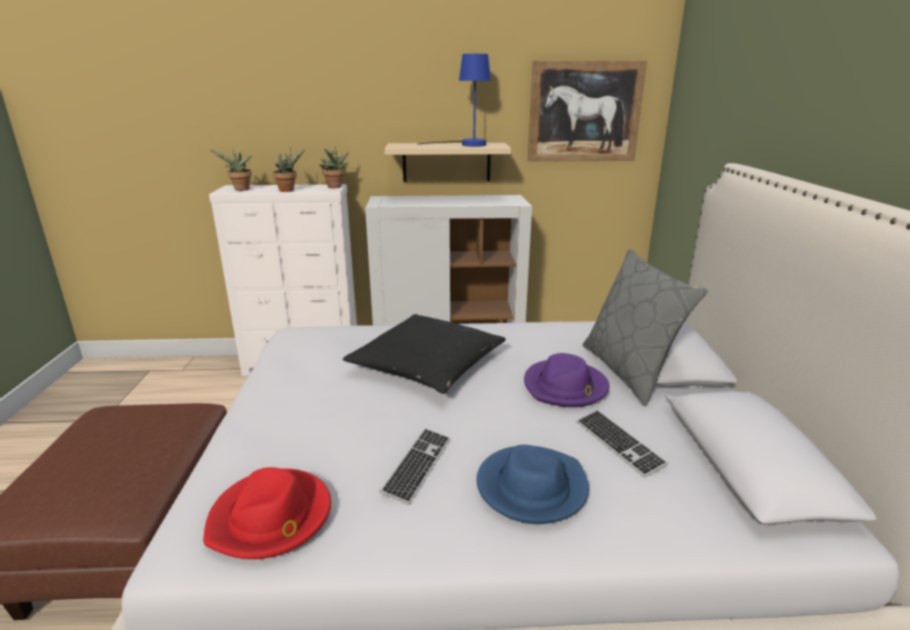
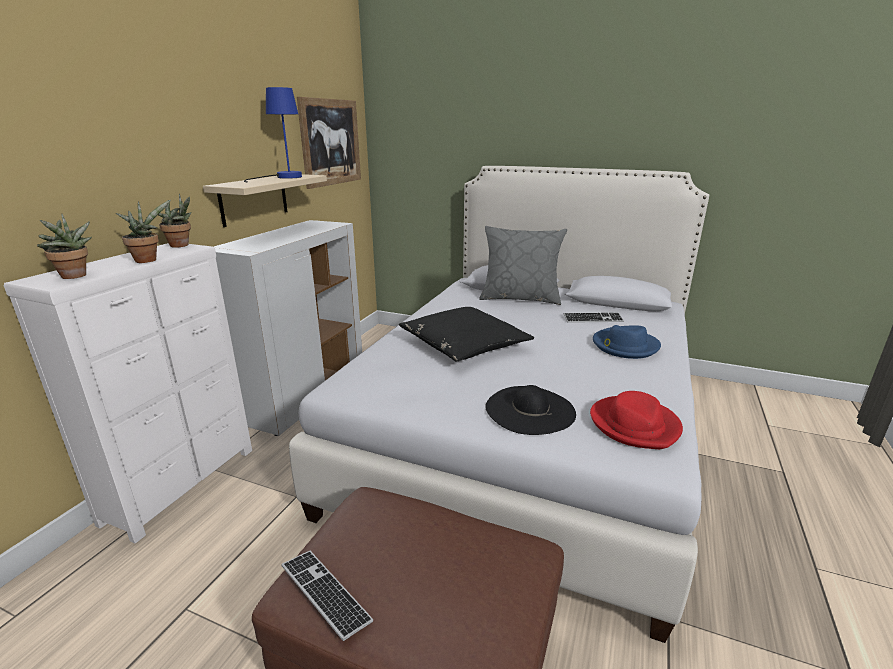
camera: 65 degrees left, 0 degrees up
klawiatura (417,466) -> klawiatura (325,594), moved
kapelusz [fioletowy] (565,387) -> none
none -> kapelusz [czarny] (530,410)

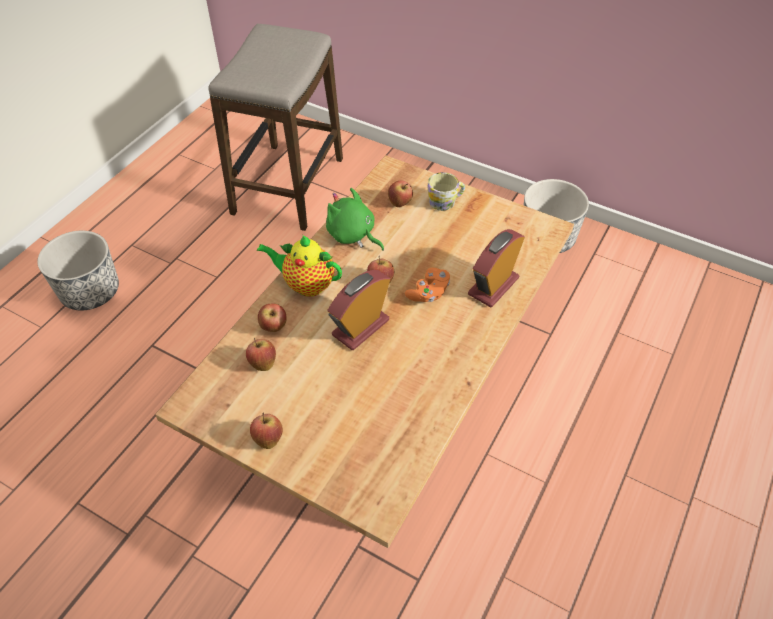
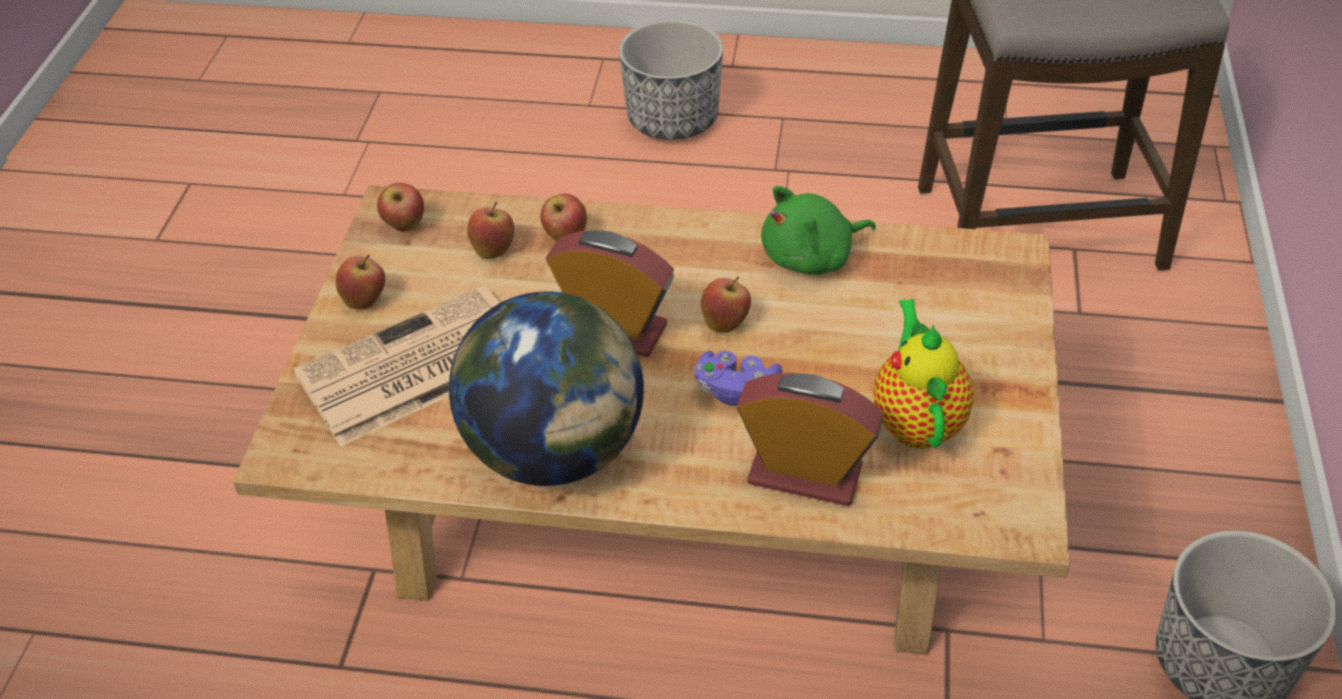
camera: 70 degrees right, 5 degrees down
imbryk (306,284) -> imbryk (917,420), moved
pluszak [zielony] (353,235) -> pluszak [zielony] (812,258), 135 degrees counterclockwise
jabłko (400,203) -> jabłko (405,226), moved
pad do gier [pomarańczowy] (428,293) -> pad do gier [fioletowy] (736,390)
kubek (445,201) -> none
none -> gazeta (413,368)
none -> globus (556,451)

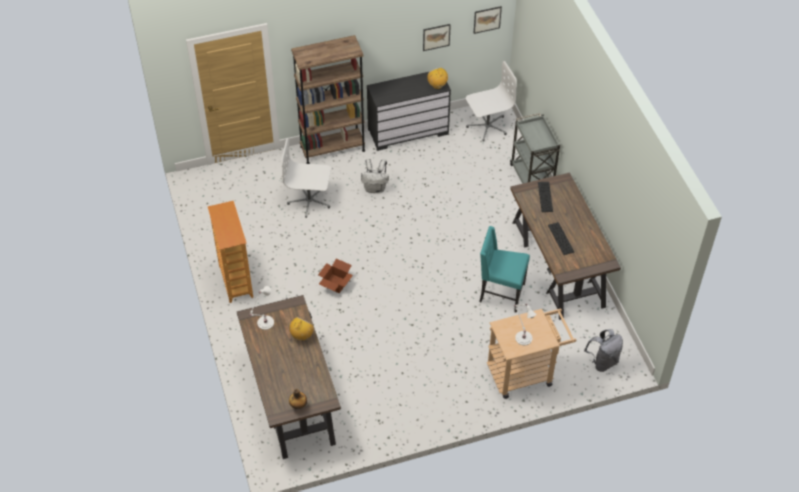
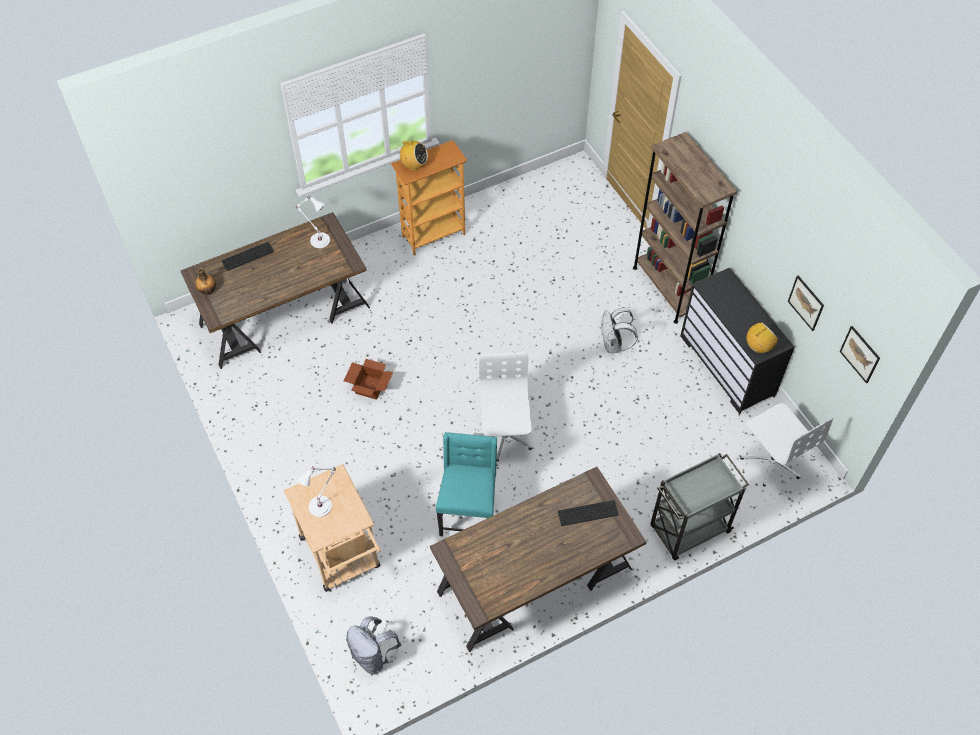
camera: 80 degrees right, 5 degrees up
krzesło biurowe [biały] (309,201) -> krzesło biurowe [biały] (504,435), moved
radio (302,336) -> radio (414,165), moved
karton (335,284) -> karton (369,386), moved
klawiatura (561,238) -> klawiatura (248,256), moved

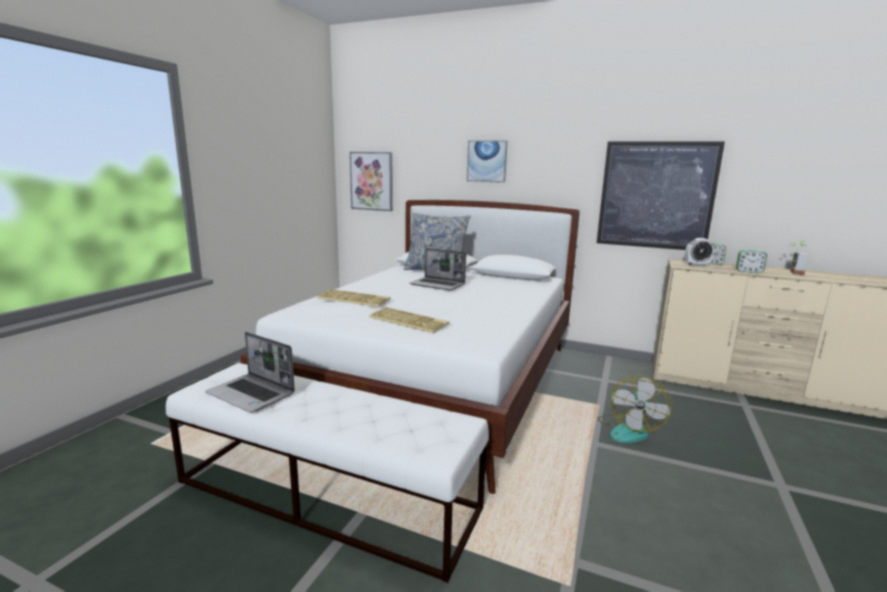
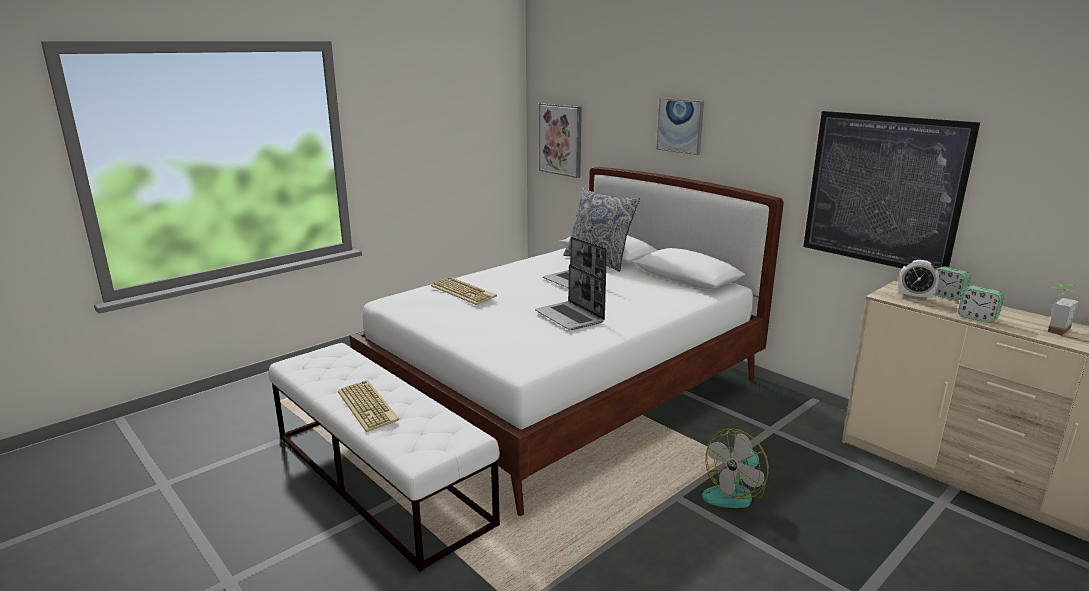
camera: 25 degrees right, 5 degrees up
laptop (252,394) -> laptop (570,317), moved
klawiatura (409,321) -> klawiatura (369,406), moved

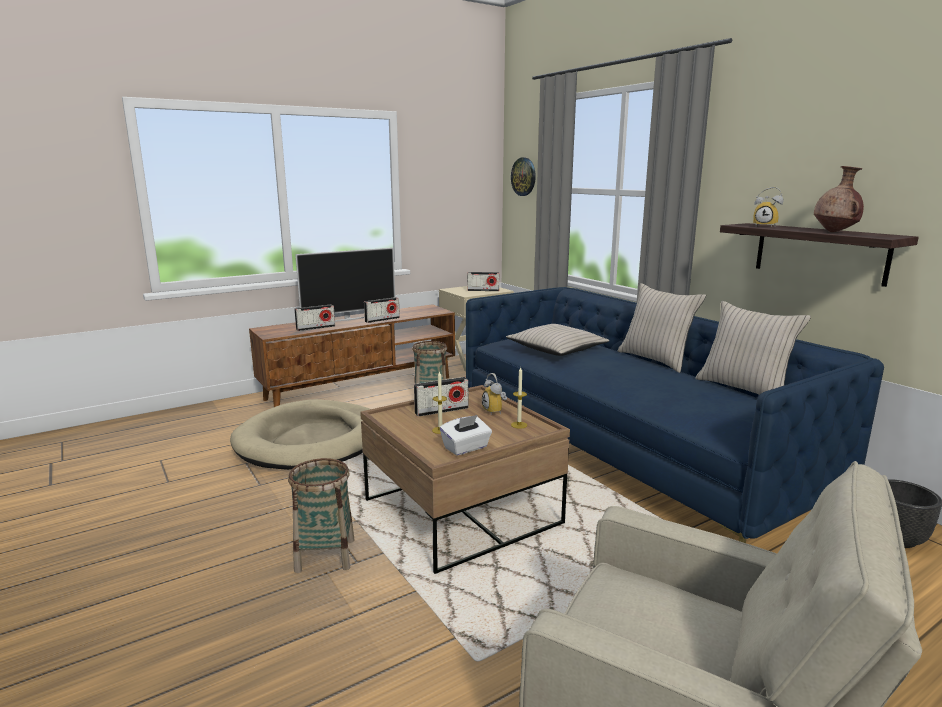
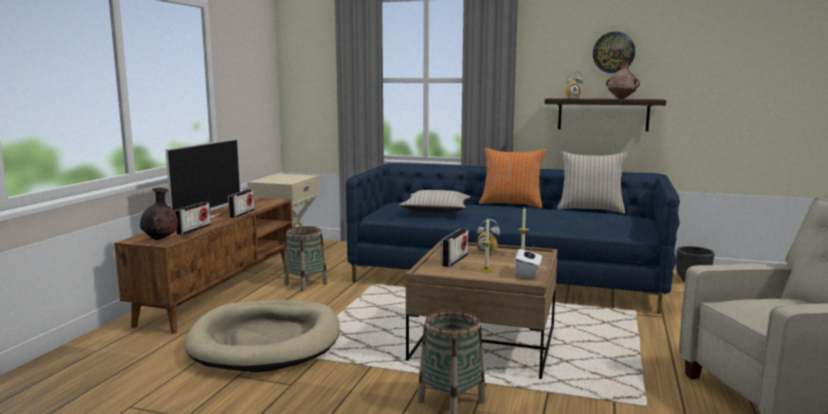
camera: 40 degrees left, 5 degrees down
radio (483,290) -> none
zegar ścienny (524,176) -> zegar ścienny (613,52), moved
poduszka [beżowy] (656,360) -> poduszka [pomarańczowy] (511,204)
none -> wazon [czarny] (160,239)

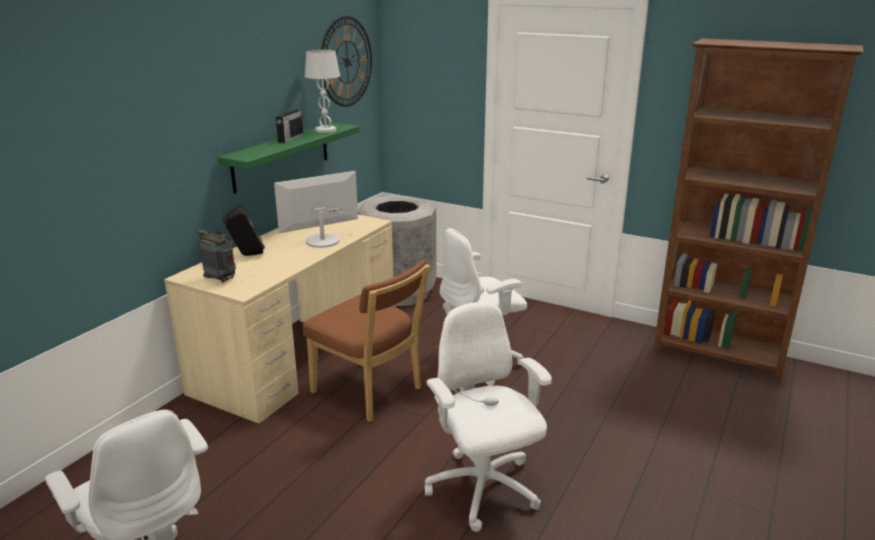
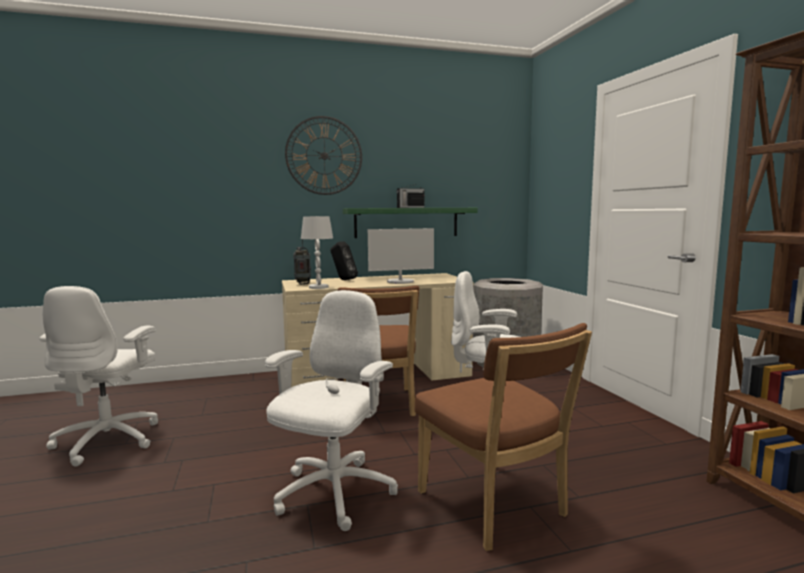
camera: 45 degrees right, 15 degrees down
monitor (322,241) -> monitor (400,281), 150 degrees clockwise
lampa stołowa [biały] (325,130) -> lampa stołowa [biały] (318,287), moved
zegar ścienny (346,62) -> zegar ścienny (324,155), moved
none -> krzesło [brązowy] (495,507)

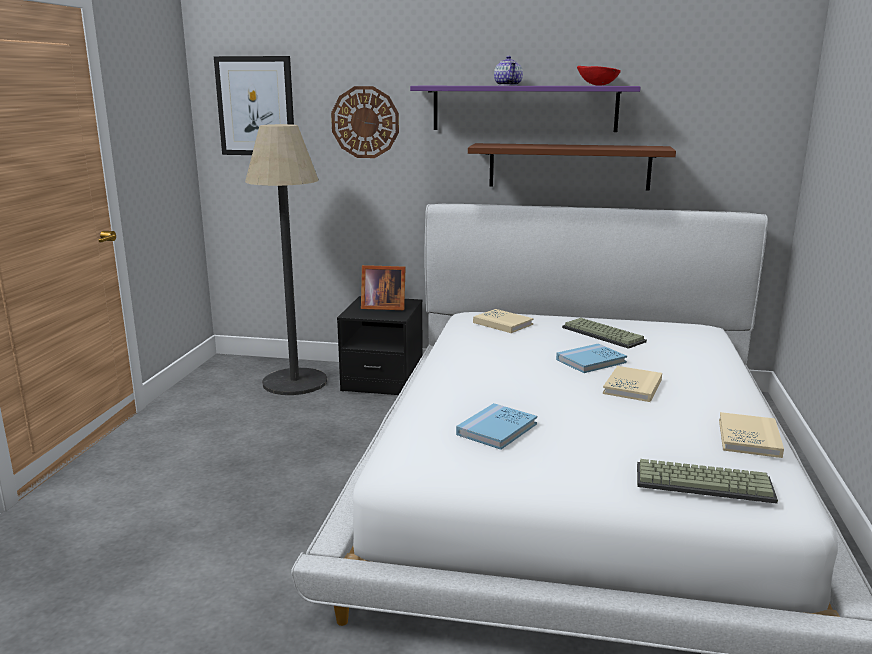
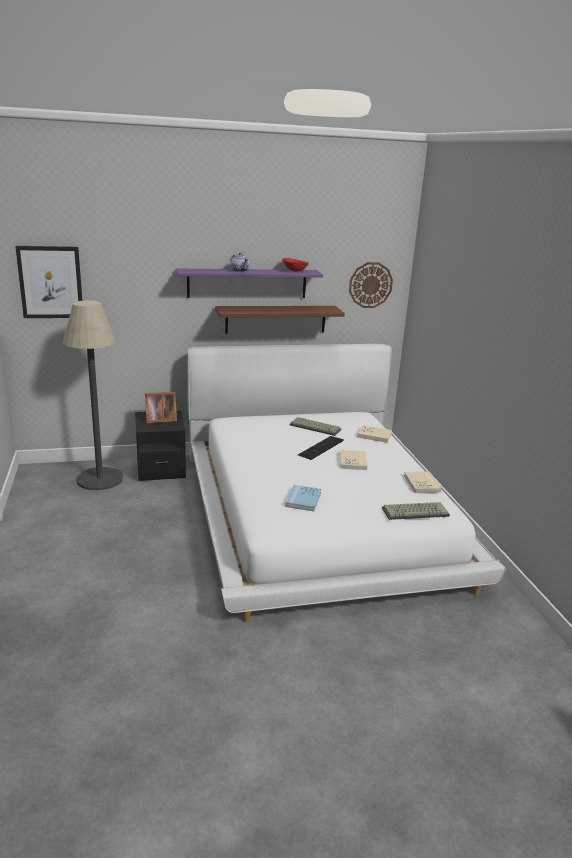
camera: 25 degrees left, 5 degrees up
zegar ścienny (365,122) -> zegar ścienny (370,285), moved
książka [beżowy] (503,323) -> książka [beżowy] (374,435), moved
książka [niebieski] (591,361) -> klawiatura (321,447)

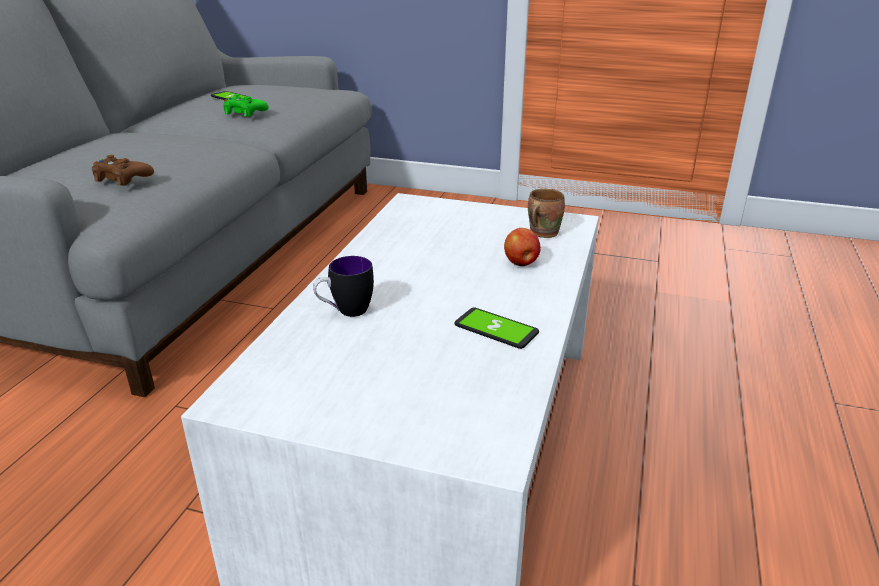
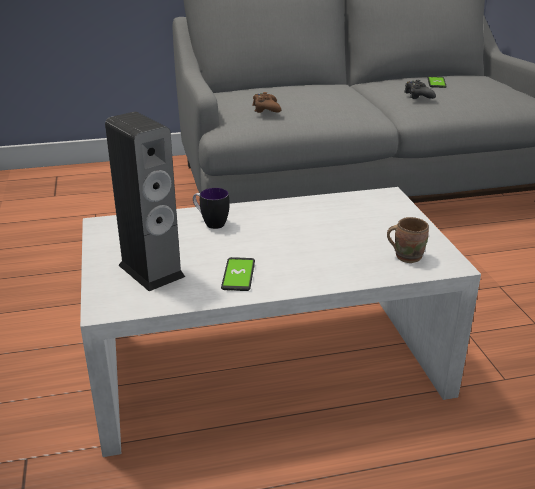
camera: 60 degrees right, 0 degrees up
pad do gier [zielony] (244,112) -> pad do gier [czarny] (418,95)
jabłko (521,263) -> none
none -> głośnik (151,271)

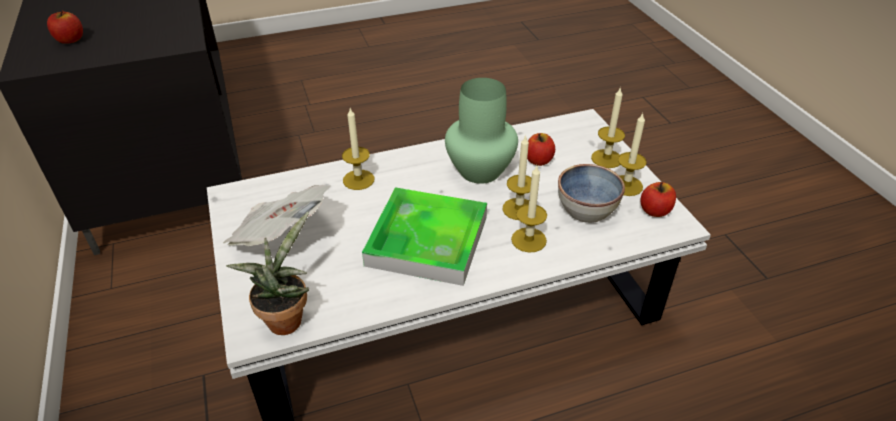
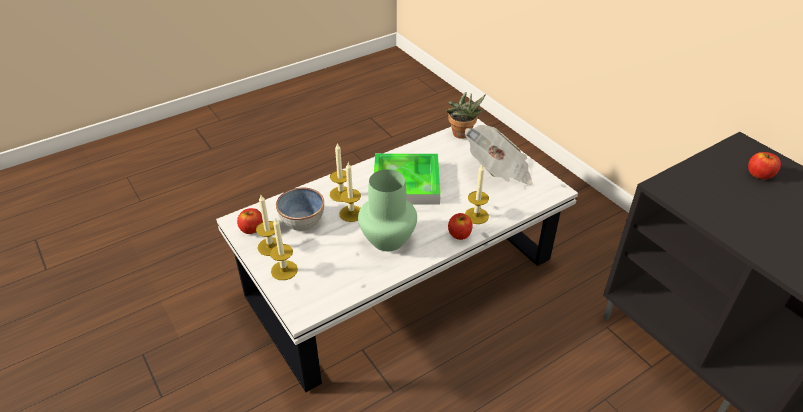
camera: 165 degrees right, 0 degrees up
jabłko (539,160) -> jabłko (459,234), moved

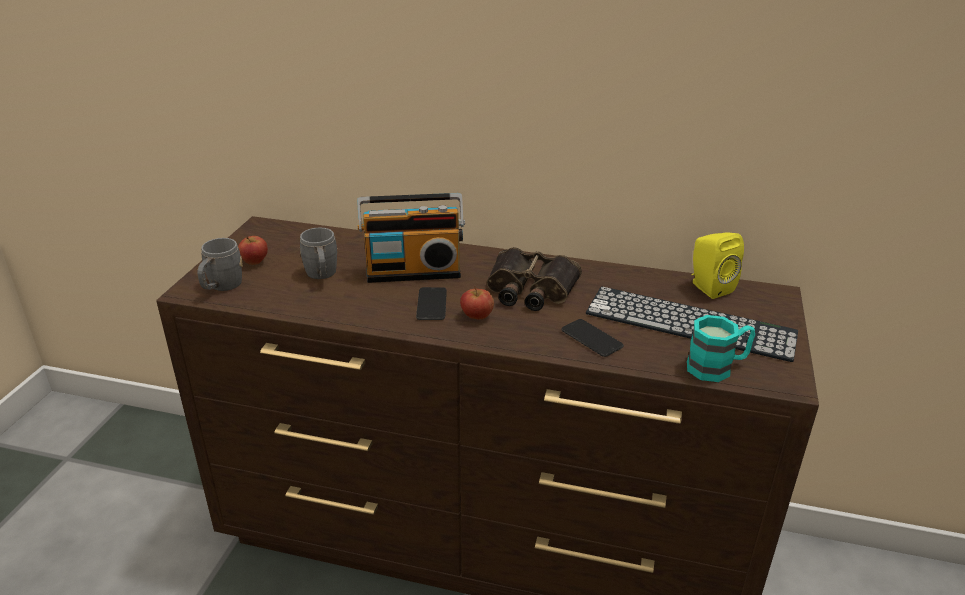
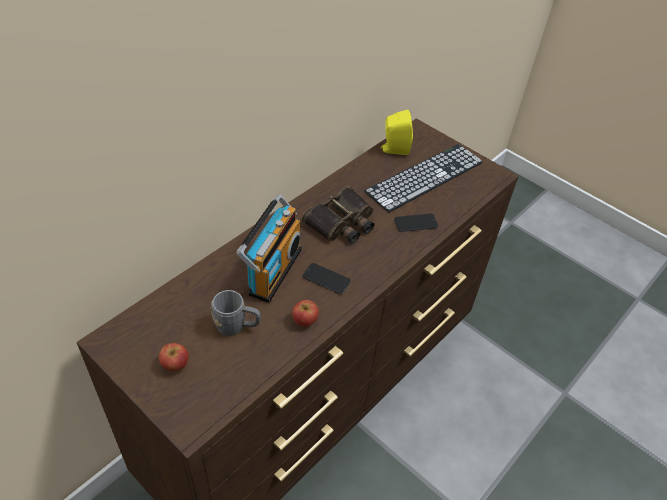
camera: 65 degrees left, 15 degrees up
kubek [szary] (221,287) -> none
jabłko (477,316) -> jabłko (305,321), moved
kubek [turkusowy] (717,367) -> none

